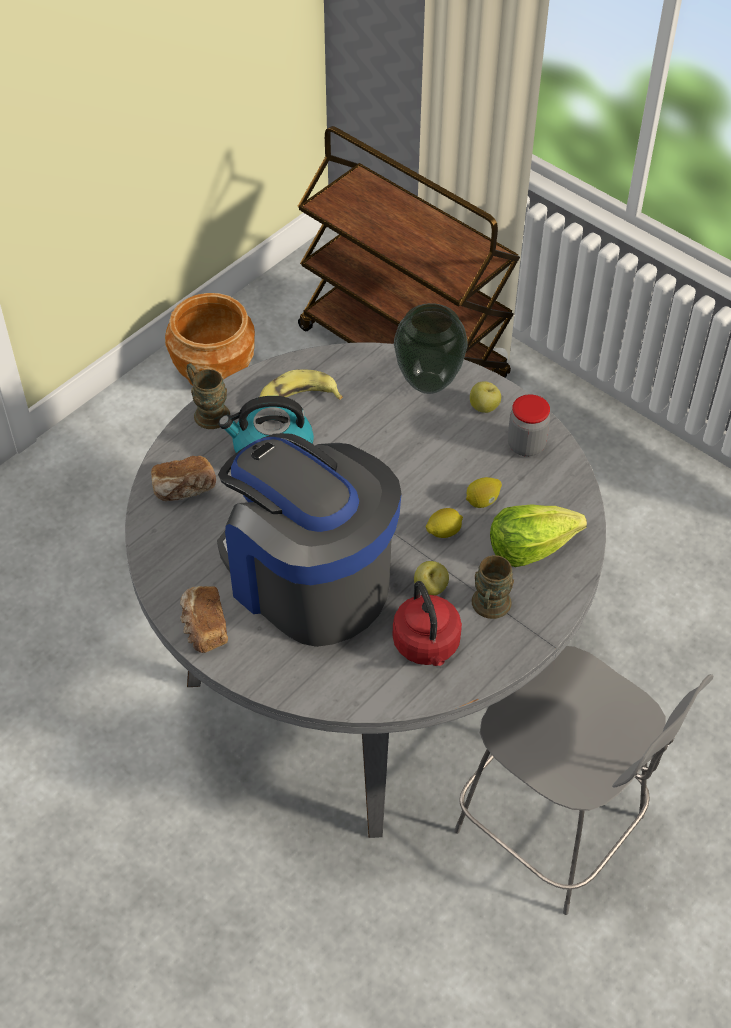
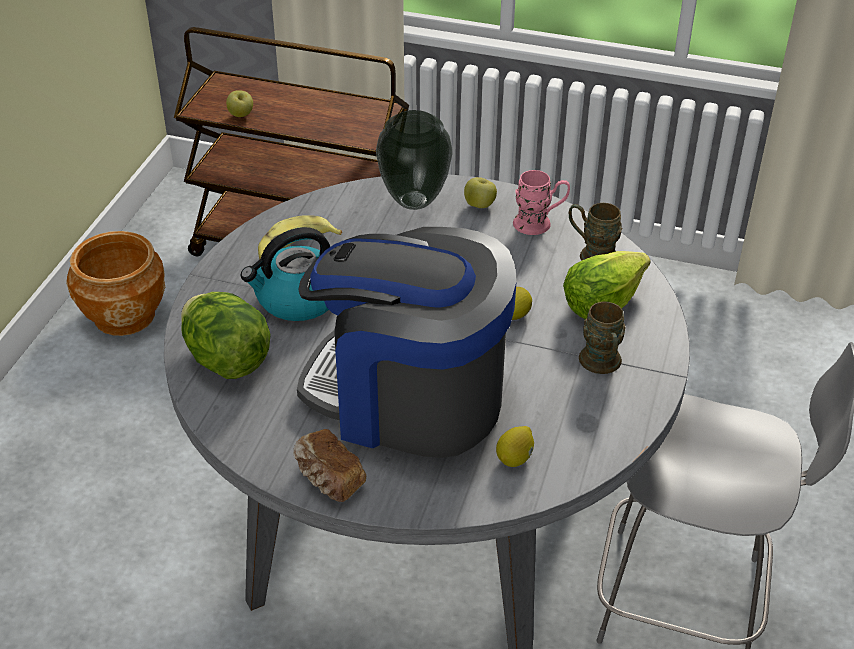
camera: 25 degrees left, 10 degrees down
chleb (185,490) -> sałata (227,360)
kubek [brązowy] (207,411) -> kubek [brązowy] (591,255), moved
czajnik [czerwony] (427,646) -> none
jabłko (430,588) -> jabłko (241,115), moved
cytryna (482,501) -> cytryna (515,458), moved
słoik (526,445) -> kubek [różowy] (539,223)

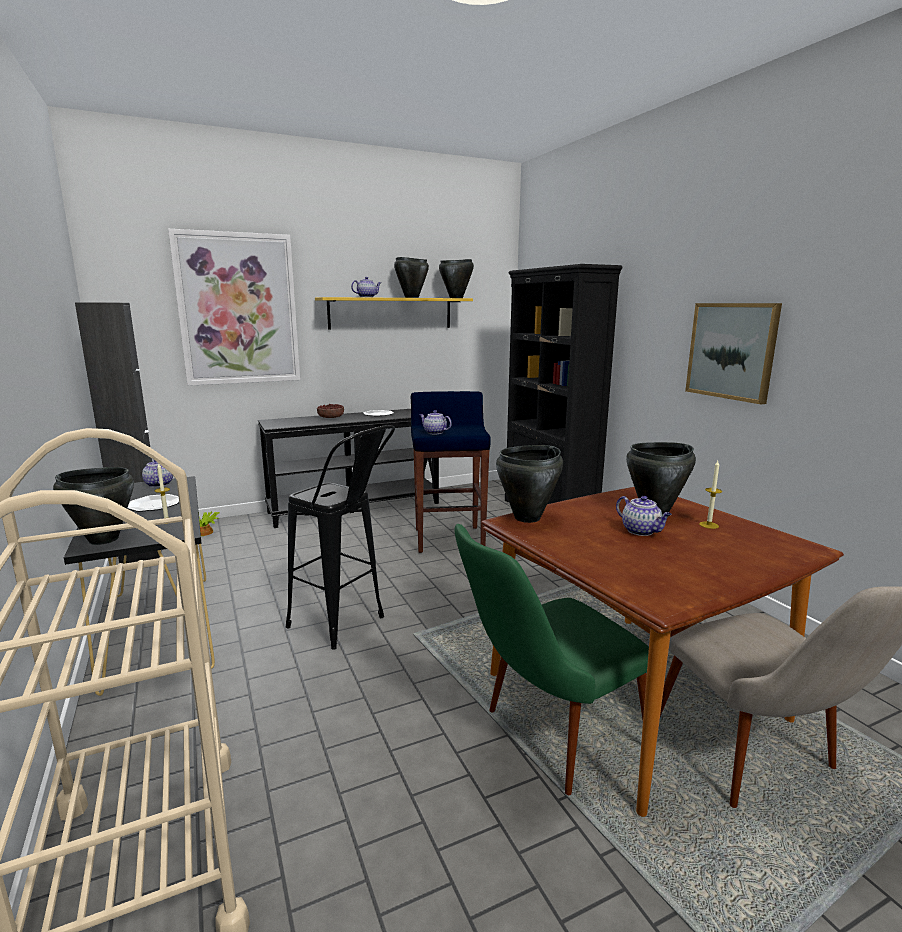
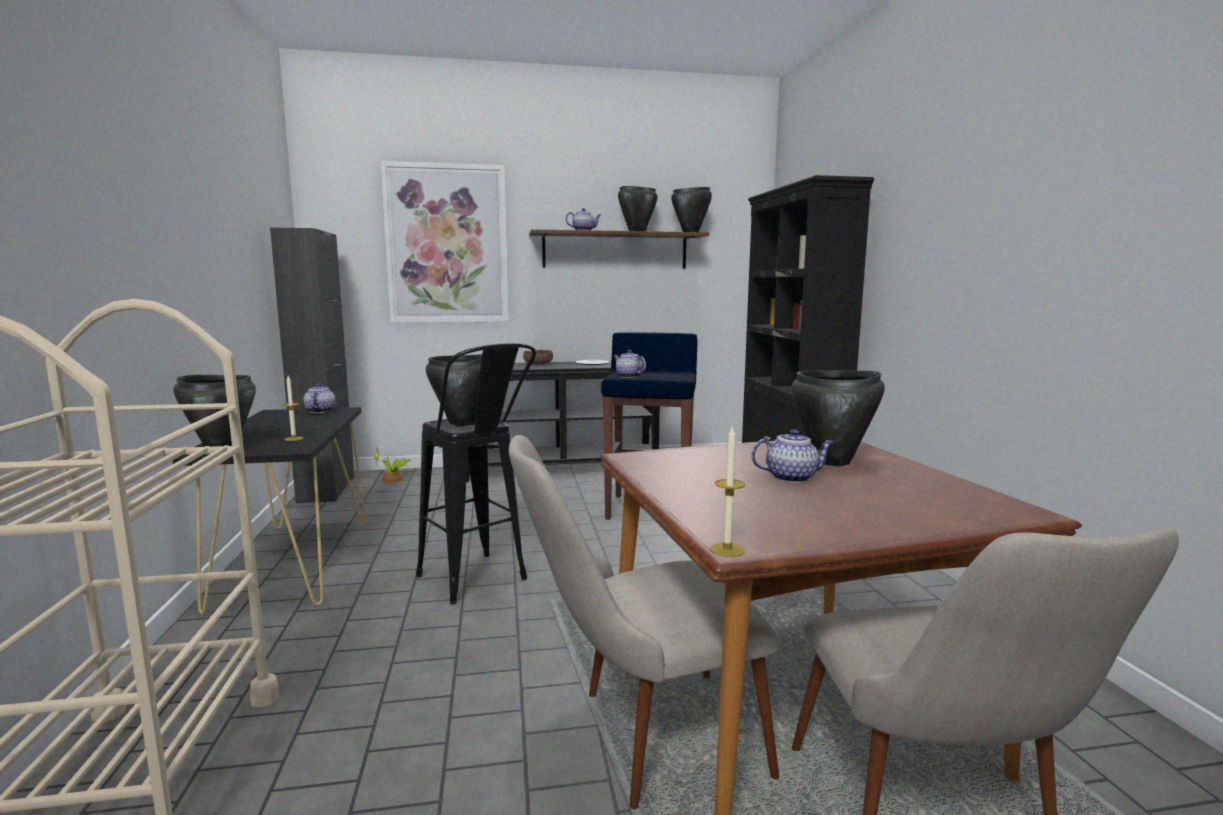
camera: 15 degrees right, 5 degrees down
talerz (154,504) -> none
półka [żółty] (391,313) -> półka [brązowy] (615,250)
krzesło [zielony] (545,740) -> krzesło [beżowy] (640,740)
garnek [czarny] (528,518) -> garnek [czarny] (462,423), moved
imbryk (641,531) -> imbryk (792,477), 75 degrees counterclockwise
obraz (731,351) -> none
świeca (708,525) -> świeca (727,550), moved

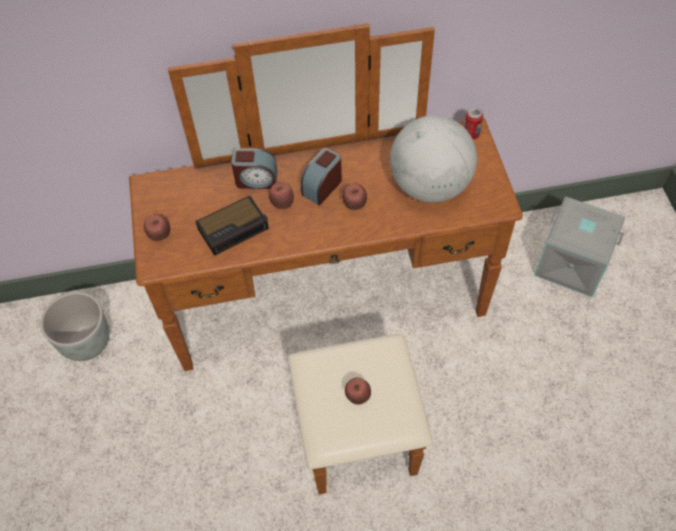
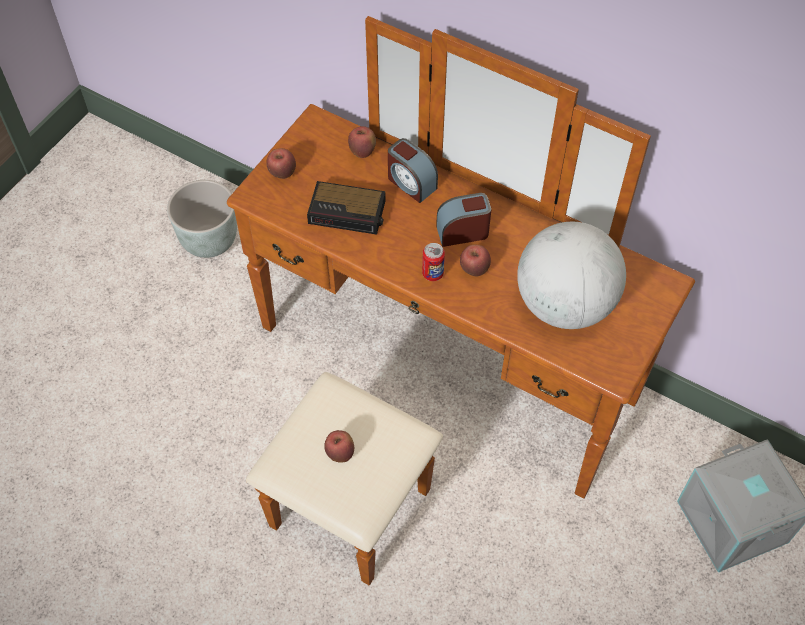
camera: 40 degrees right, 0 degrees up
jabłko (282,203) -> jabłko (362,152), moved
puszka (471,134) -> puszka (432,274), moved

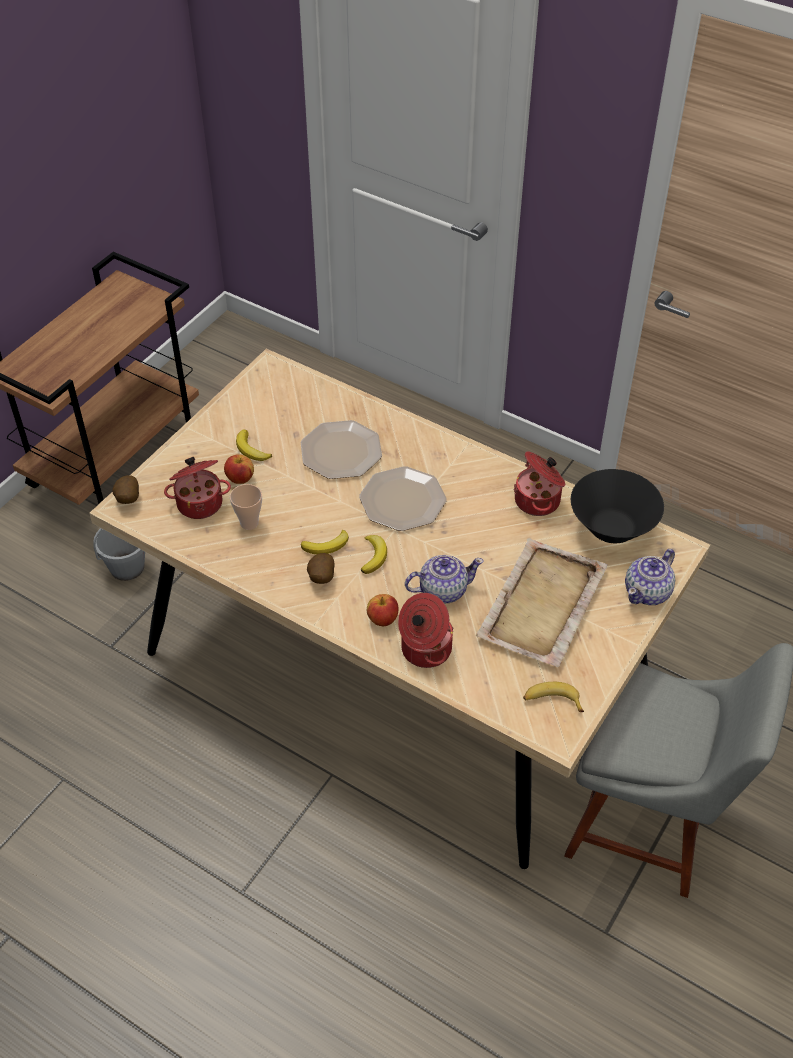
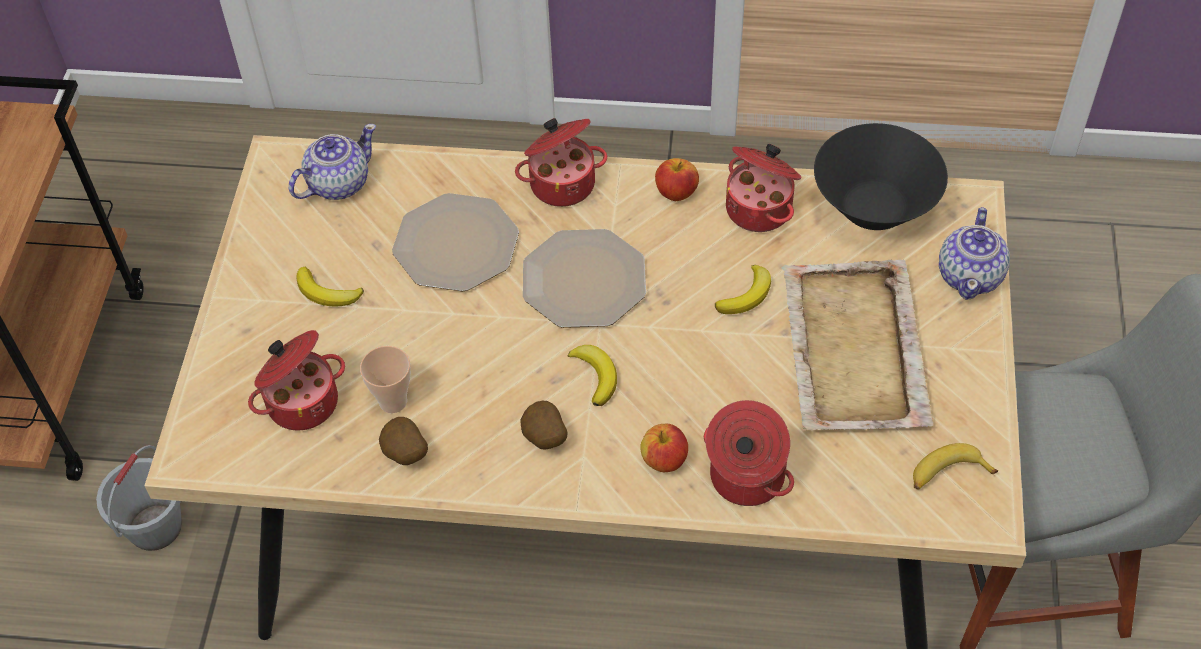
camera: 25 degrees left, 5 degrees up
ziemniak (127,500) -> ziemniak (405,455), moved
jabłko (240,478) -> jabłko (676,192), moved
banan (327,546) -> banan (746,295), moved
imbryk (442,590) -> imbryk (337,183), moved
none -> garnek (562,182)

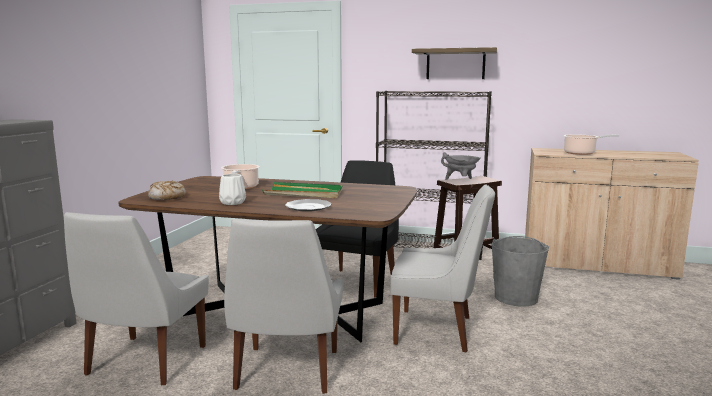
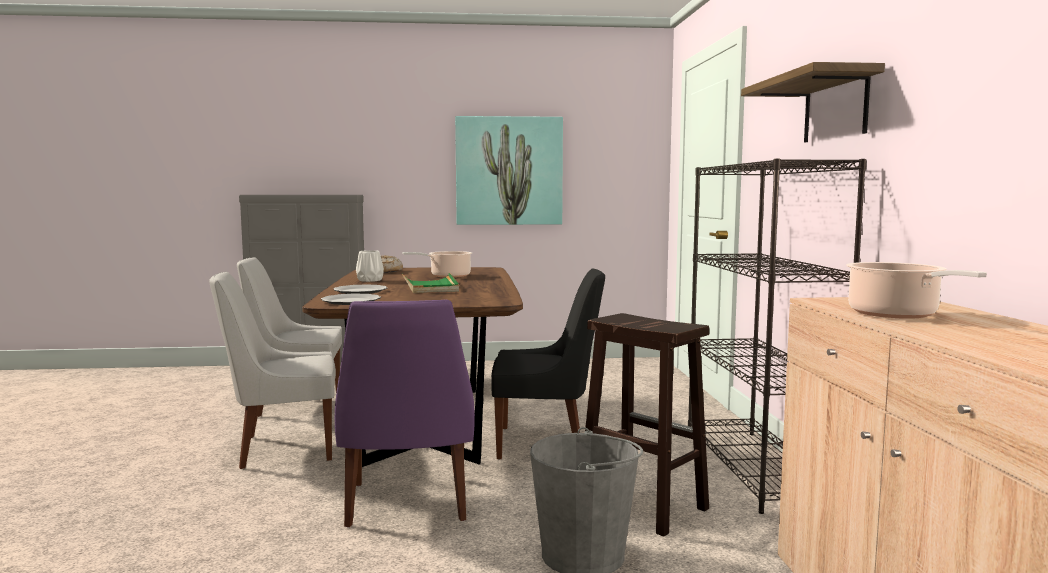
camera: 70 degrees right, 5 degrees down
krzesło [biały] (437,331) -> krzesło [fioletowy] (407,504)
garnek [szary] (460,180) -> none
none -> talerz (351,301)
none -> obraz (509,171)

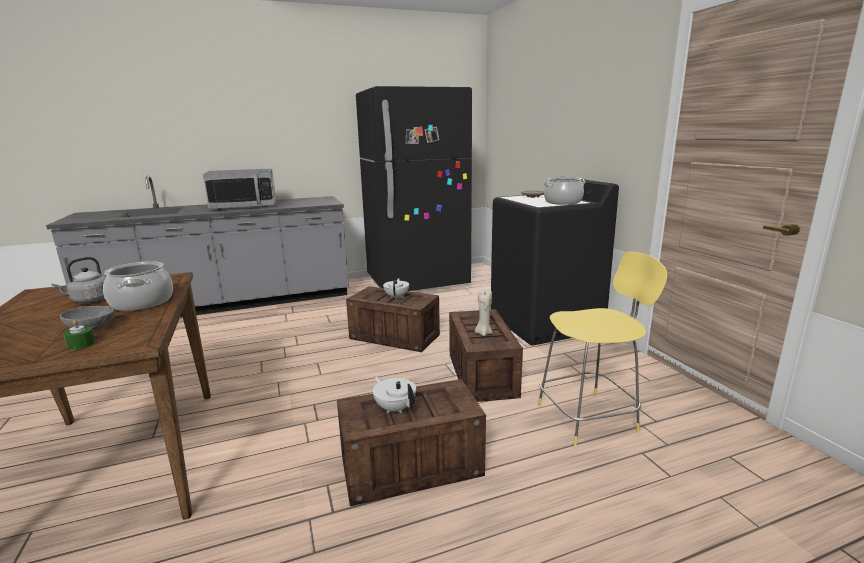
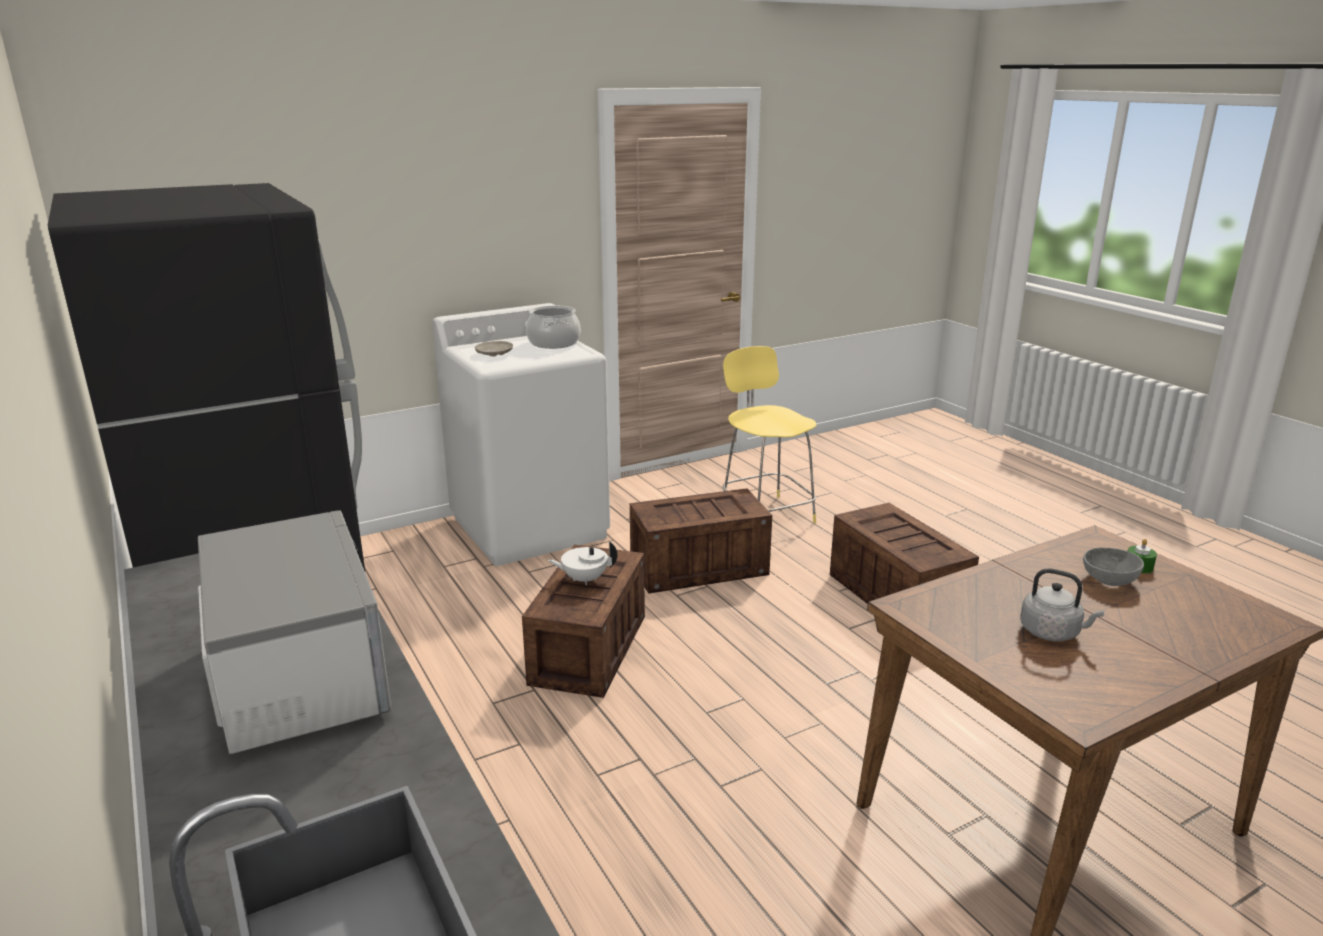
camera: 100 degrees left, 5 degrees up
garnek (141,302) -> none
imbryk [biały] (395,408) -> none
świeca [beżowy] (483,333) -> none
pralka [czarny] (545,323) -> pralka [biały] (530,527)

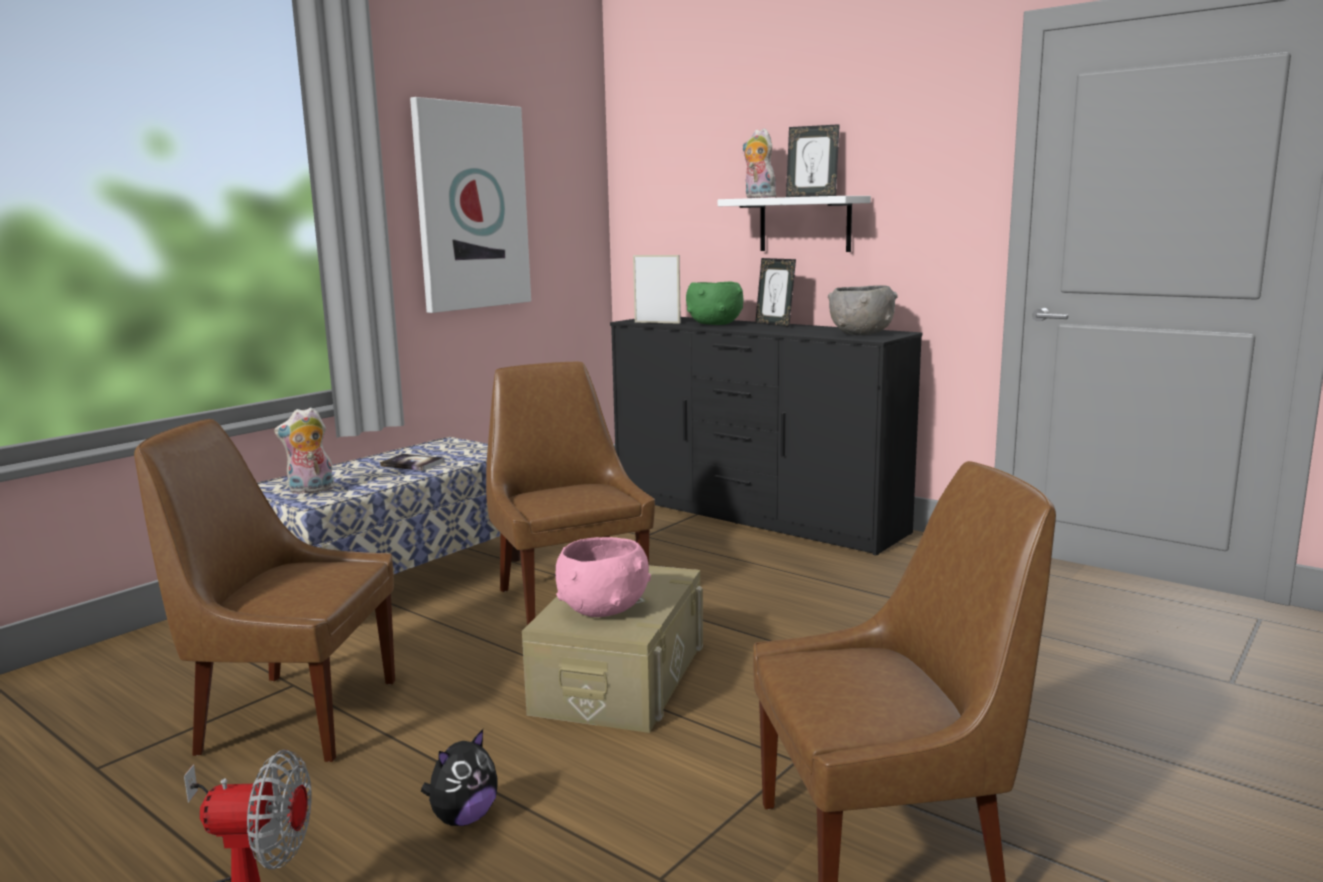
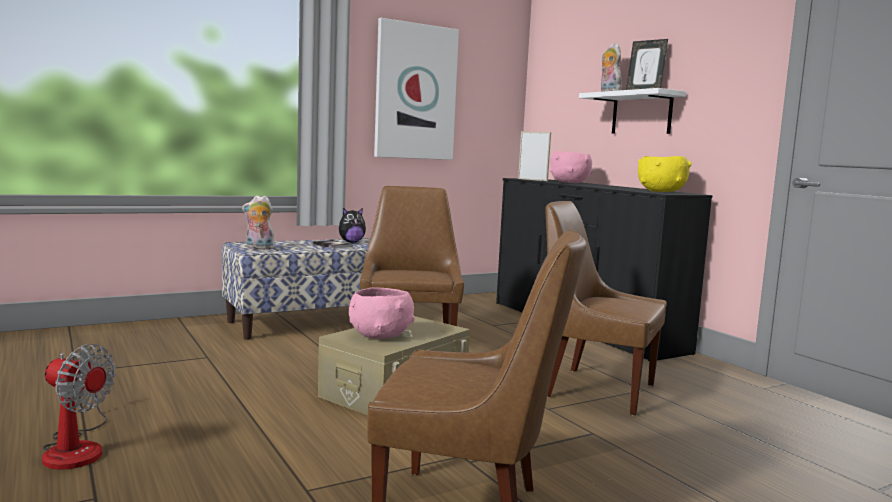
camera: 20 degrees right, 5 degrees down
krzesło [brązowy] (292,716) -> krzesło [brązowy] (595,389), moved
pluszak (463,818) -> pluszak (351,242), moved
miska [zielony] (714,324) -> miska [różowy] (569,182)
ramka na zdjęcie (774,324) -> none
miska [szary] (861,334) -> miska [żółty] (661,191)

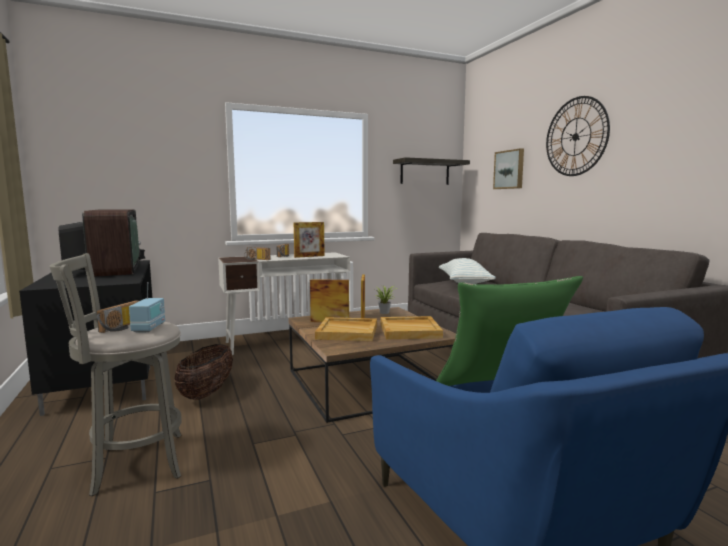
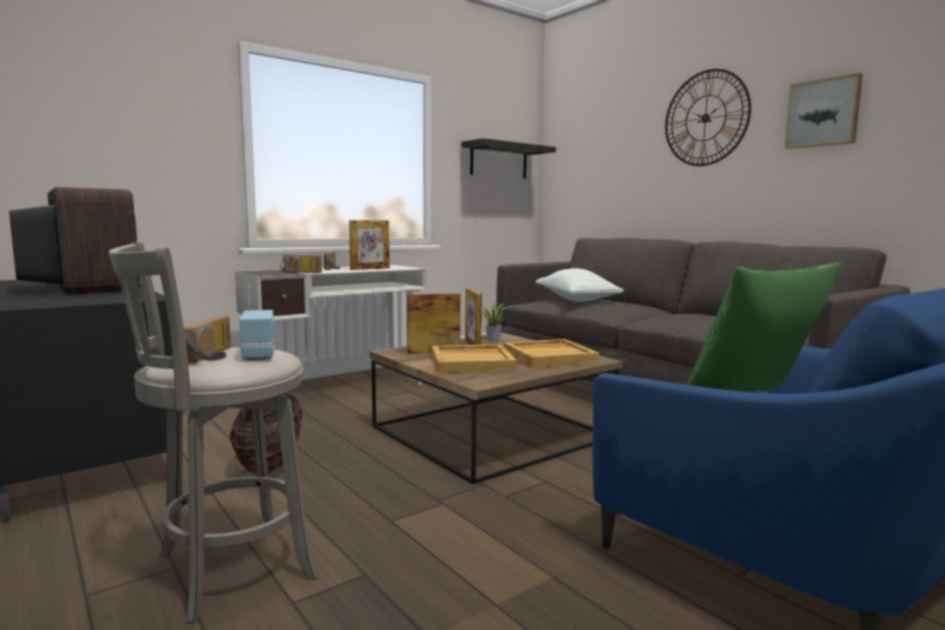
camera: 15 degrees left, 0 degrees up
obraz (509,169) -> obraz (823,113), moved

